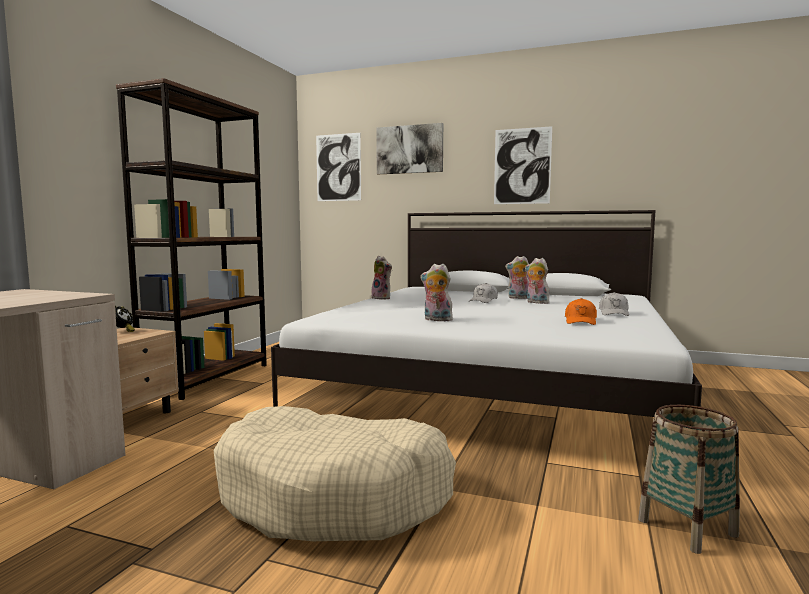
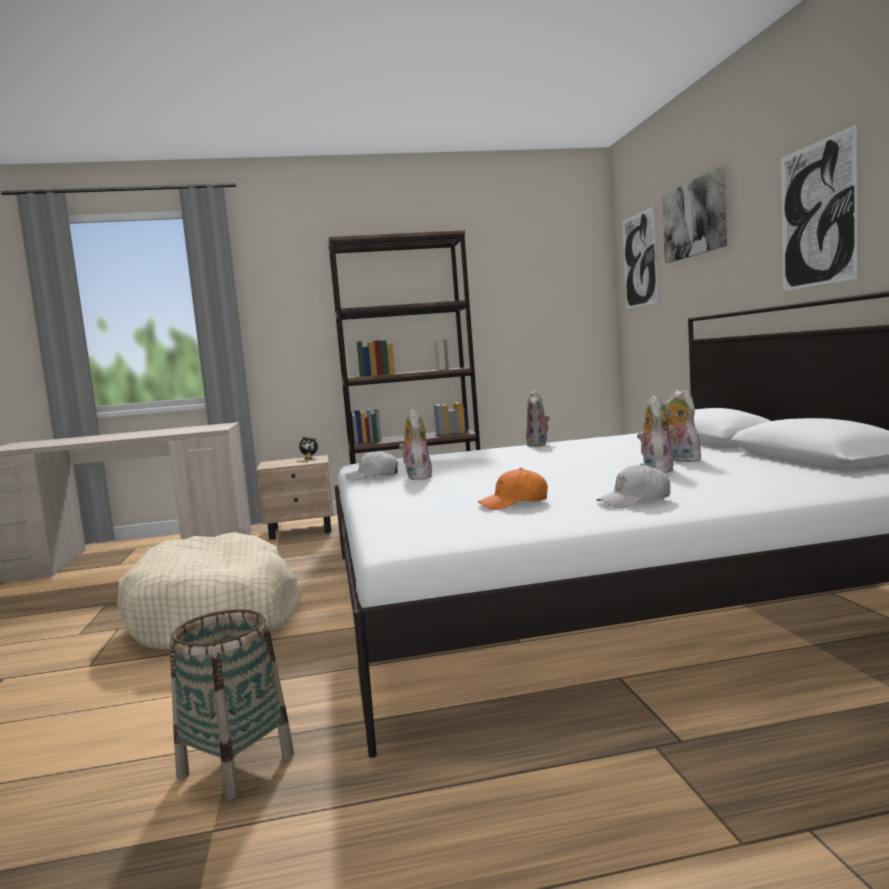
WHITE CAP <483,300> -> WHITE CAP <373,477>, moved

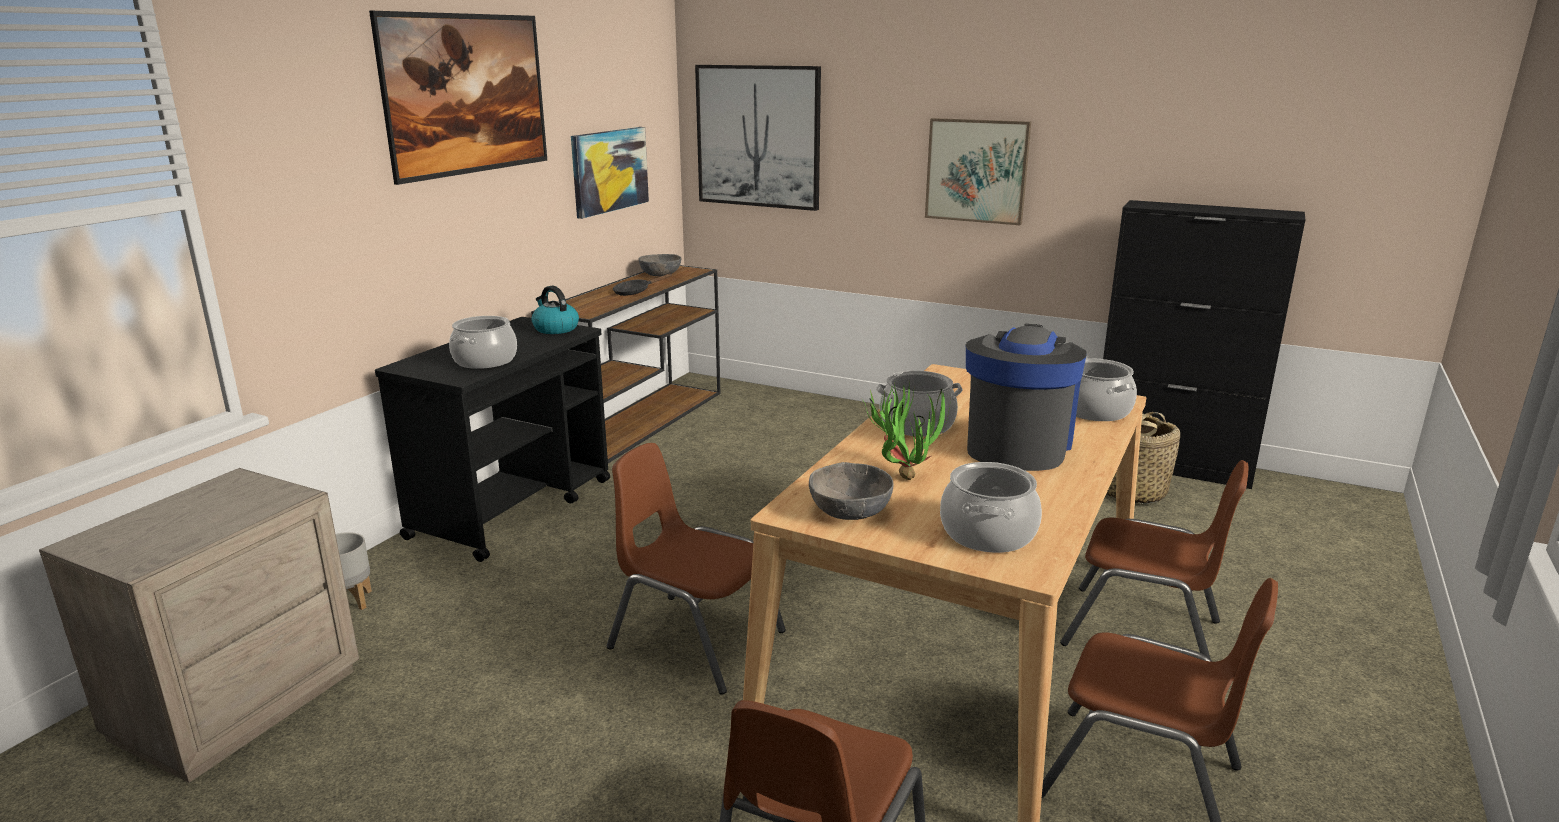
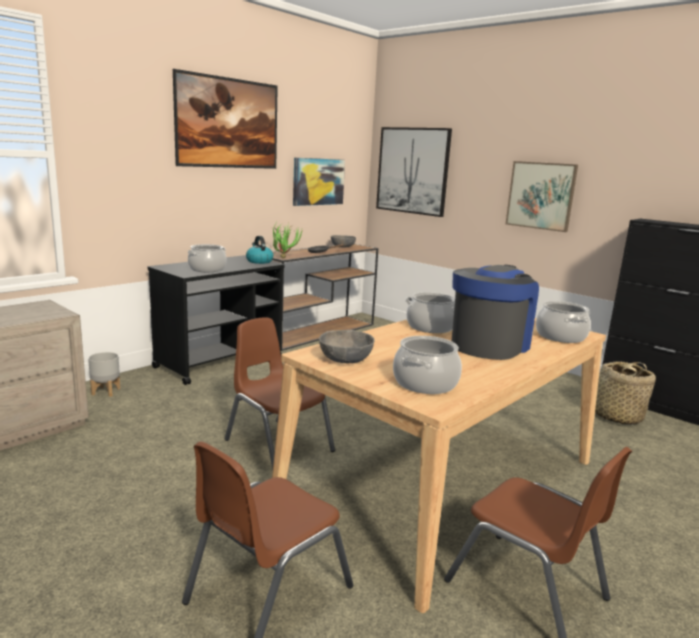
POTTED PLANT <903,473> -> POTTED PLANT <284,257>, moved
BROWN CHAIR <1142,633> -> none

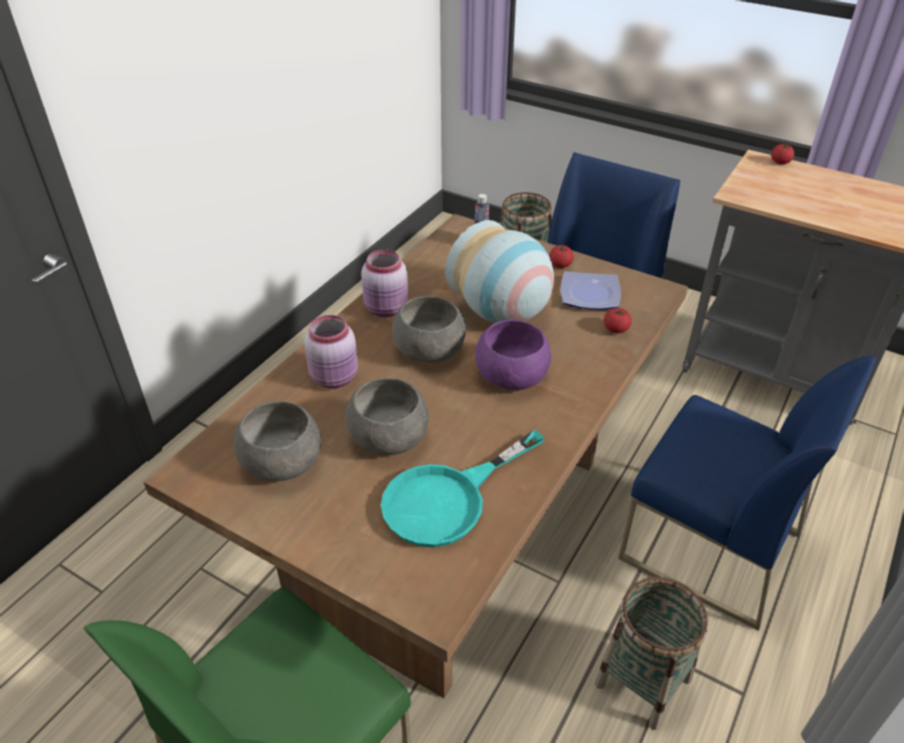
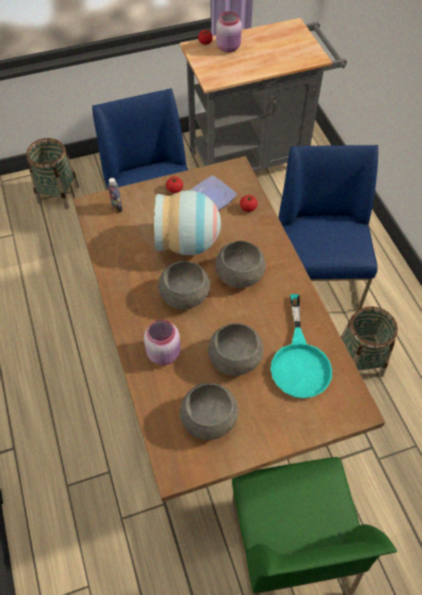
PINK JAR <387,309> -> PINK JAR <229,47>, moved
PURPLE BOWL <512,376> -> GREY BOWL <240,274>
BLUE CHAIR <708,547> -> BLUE CHAIR <317,277>, 75 degrees counterclockwise

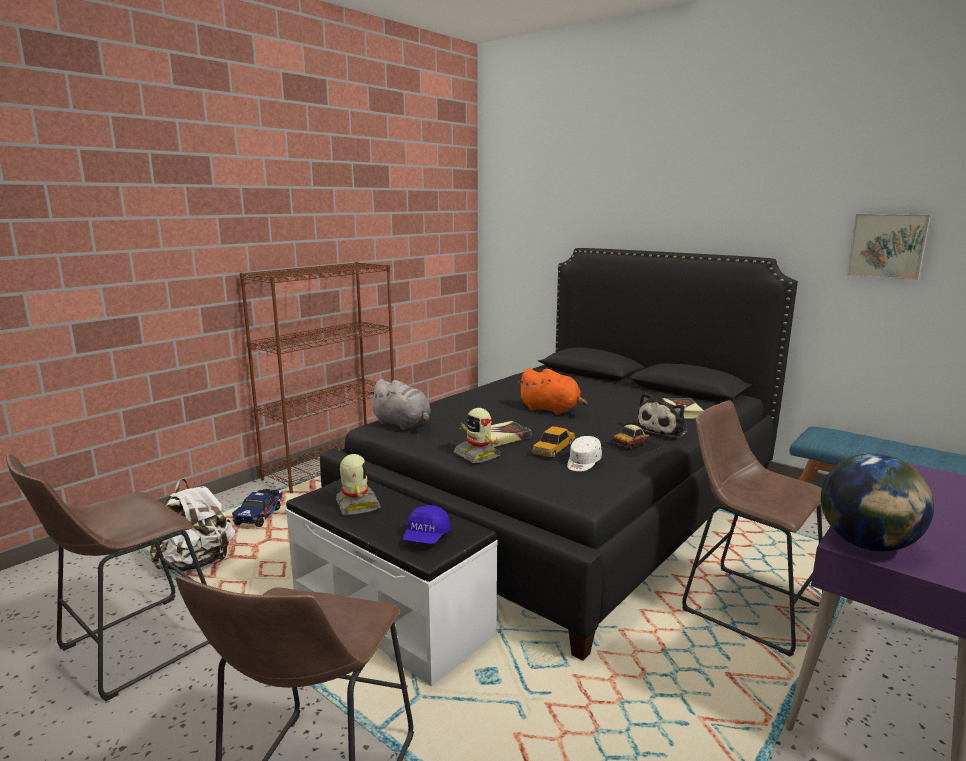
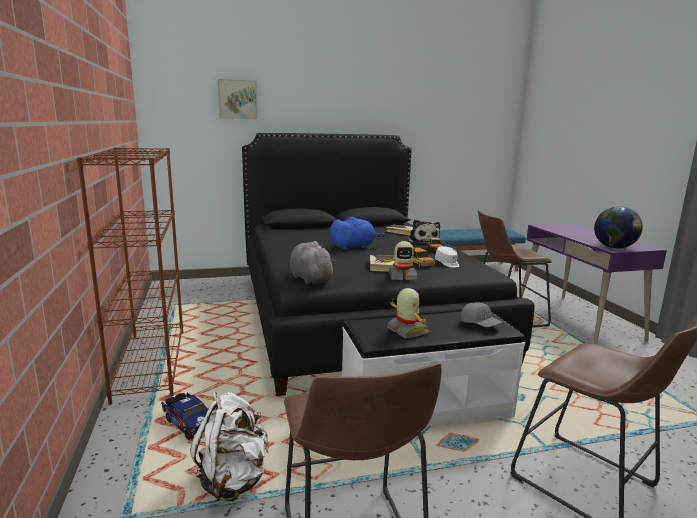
TOY ROBOT <356,505> -> TOY ROBOT <407,331>, 45 degrees clockwise
GREY PLUSH TOY <403,424> -> GREY PLUSH TOY <310,279>, 105 degrees counterclockwise
BLUE CAP <426,537> -> GREY CAP <480,324>
ORANGE PLUSH TOY <552,410> -> BLUE PLUSH TOY <354,247>
PICTURE <887,246> -> PICTURE <237,99>, moved

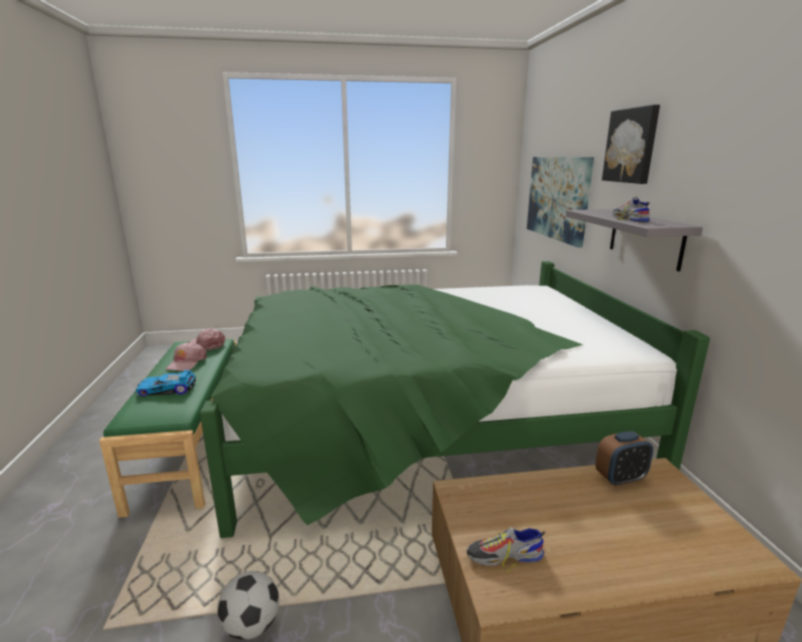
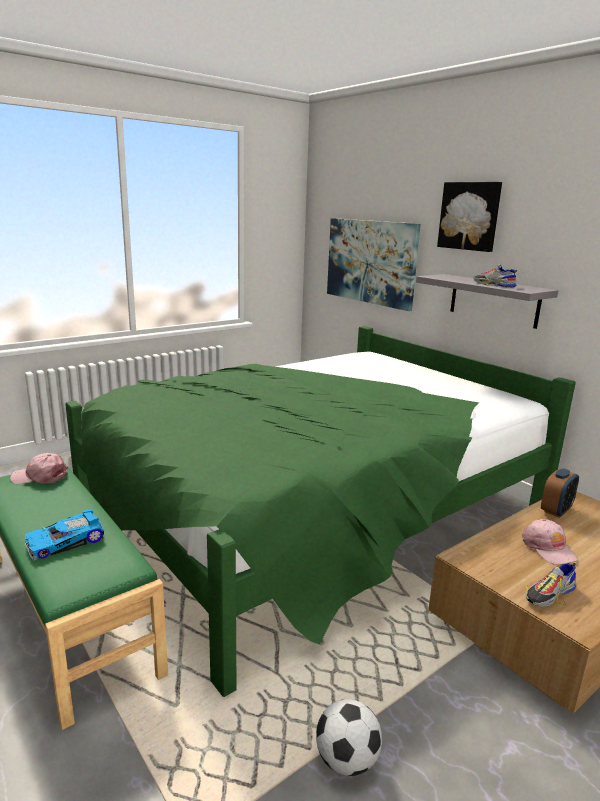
PINK CAP <186,363> -> PINK CAP <548,548>, moved

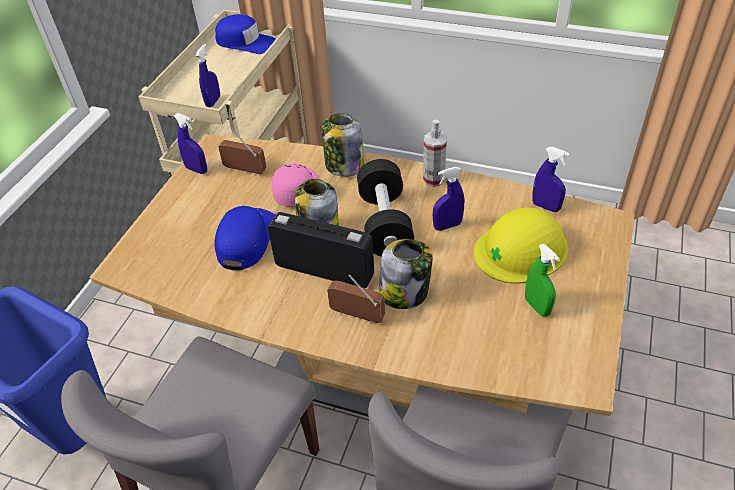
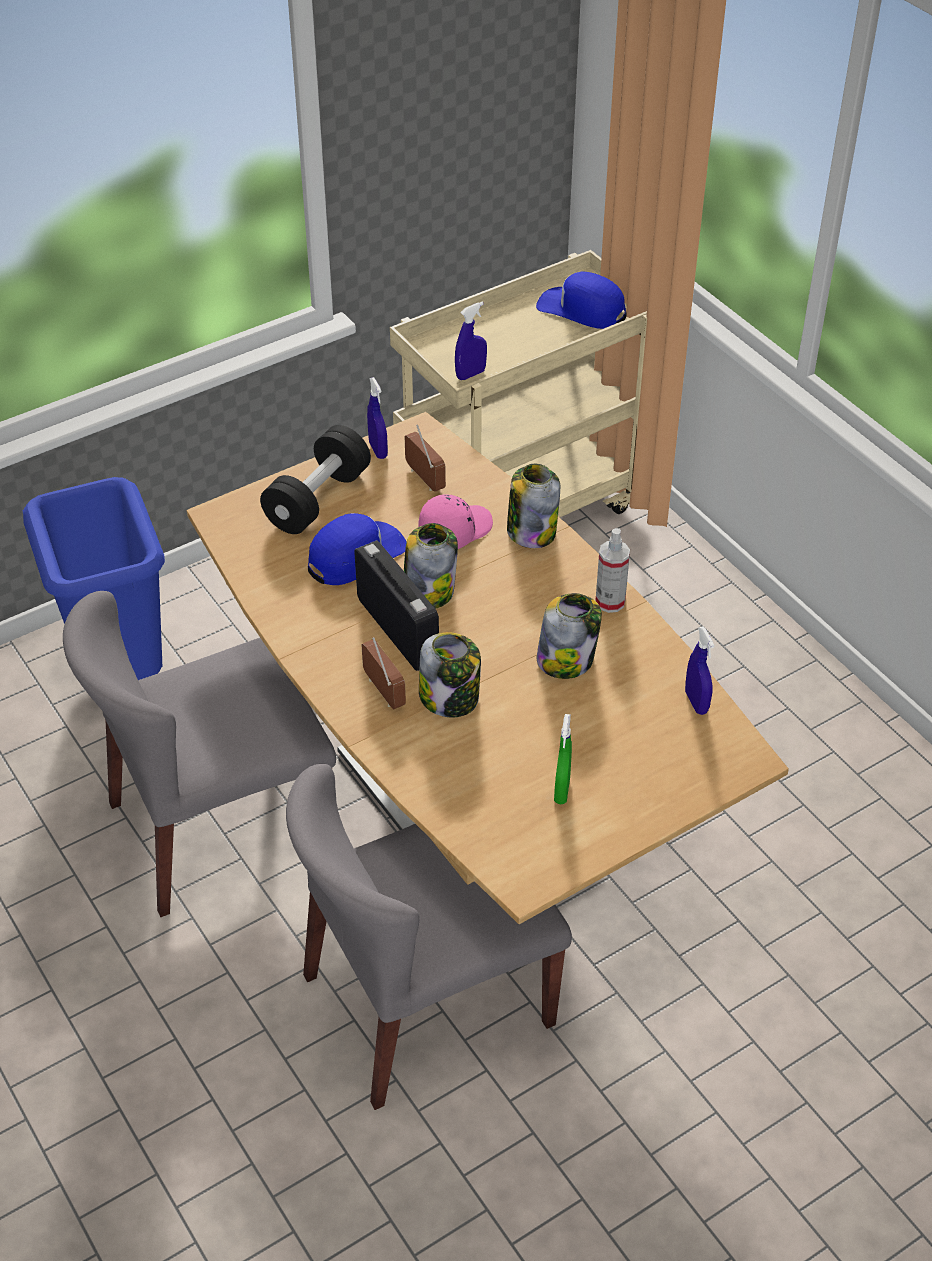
BLUE CAP <245,42> -> BLUE CAP <582,309>, 150 degrees clockwise
BLACK DUMBBELL <385,223> -> BLACK DUMBBELL <317,499>, moved
BLUE SPRAY BOTTLE <447,226> -> JAR <566,659>
YELLOW HARD HAT <521,249> -> none

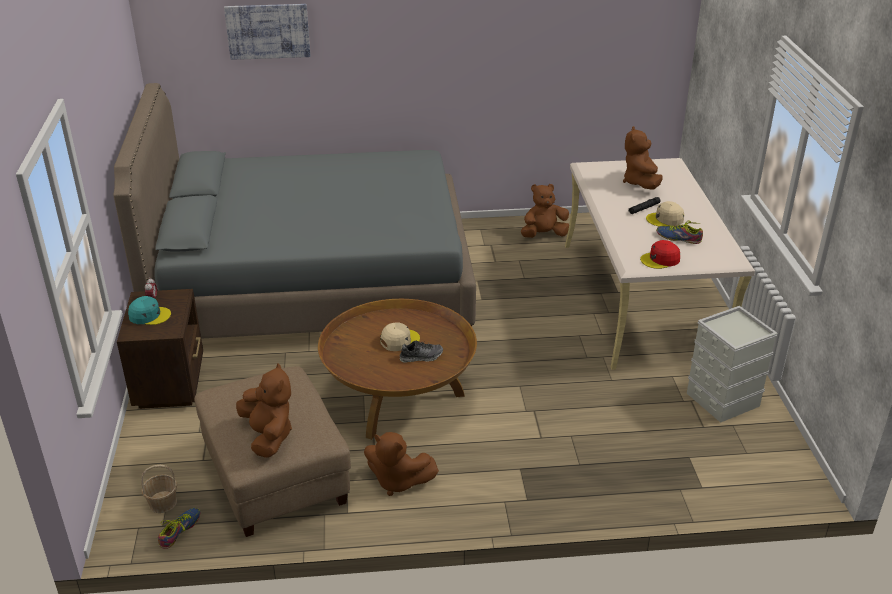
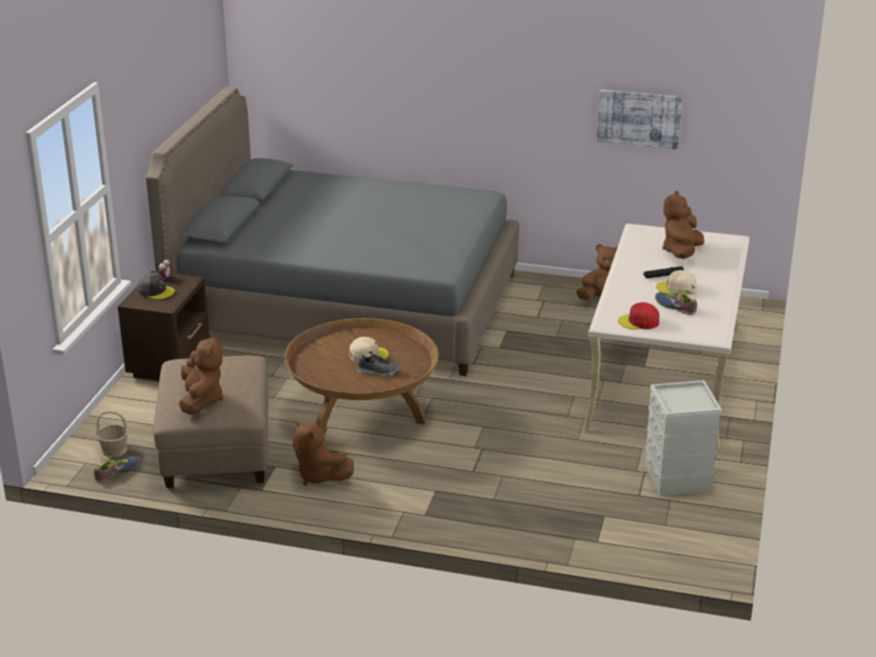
TURQUOISE CAP <149,315> -> GREY CAP <155,291>
PICTURE <268,31> -> PICTURE <639,118>, moved

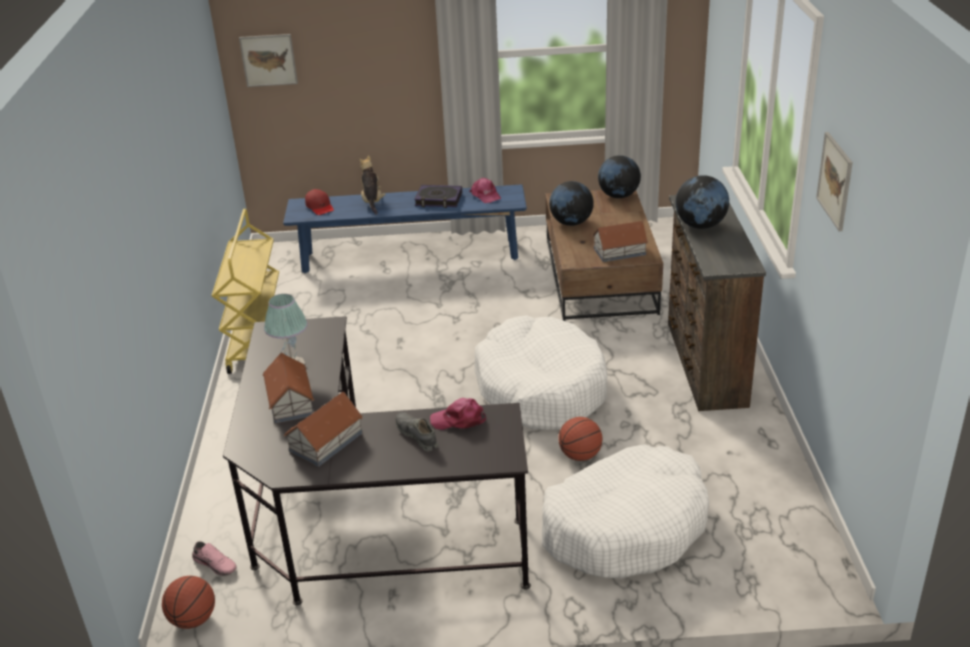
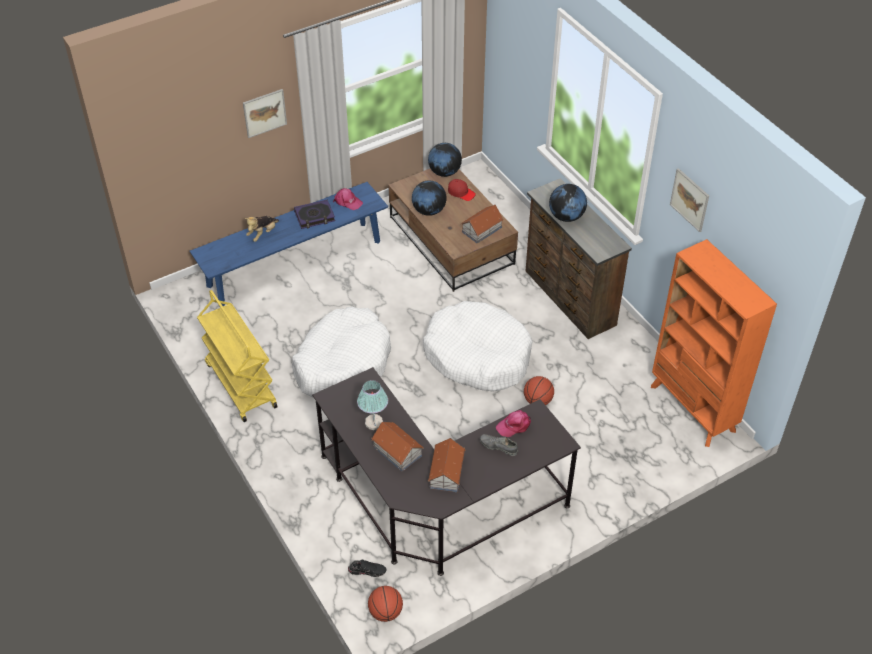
PINK SHOE <216,564> -> BLACK SHOE <367,570>
PICTURE <268,60> -> PICTURE <264,113>, moved
RED CAP <320,207> -> RED CAP <461,193>, moved
PLUSH TOY <372,201> -> PLUSH TOY <263,234>, 105 degrees counterclockwise
WHITE DOG BED <625,527> -> WHITE DOG BED <342,363>, moved
none -> ORANGE BOOKCASE <692,409>

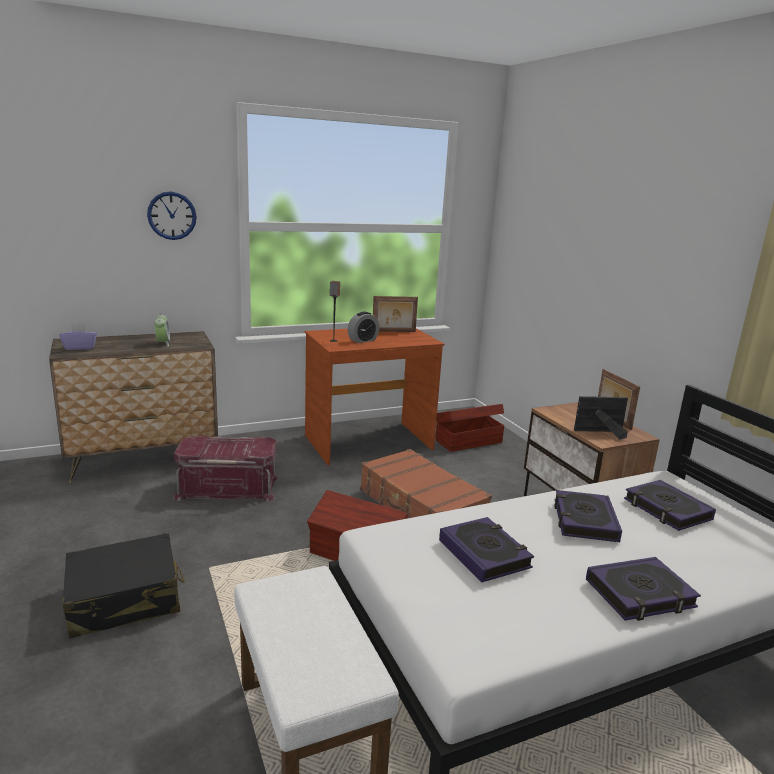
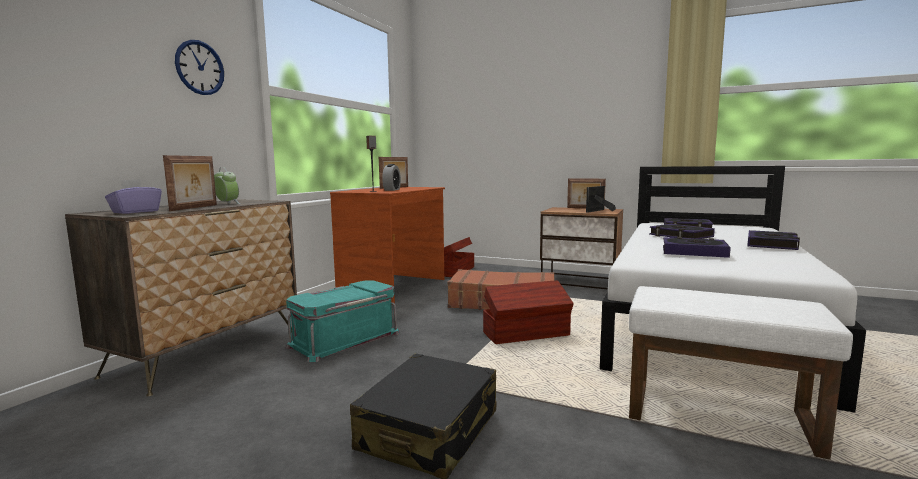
RED STORAGE BOX <228,487> -> TURQUOISE STORAGE BOX <344,339>
none -> PICTURE FRAME <195,207>

